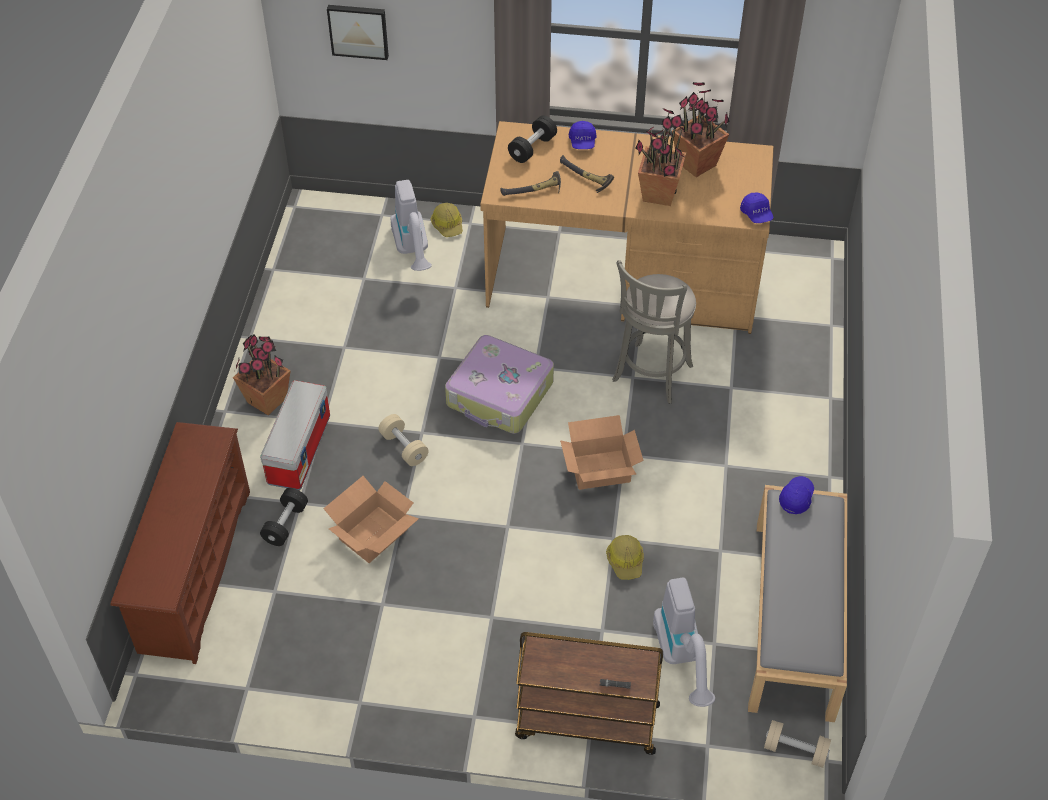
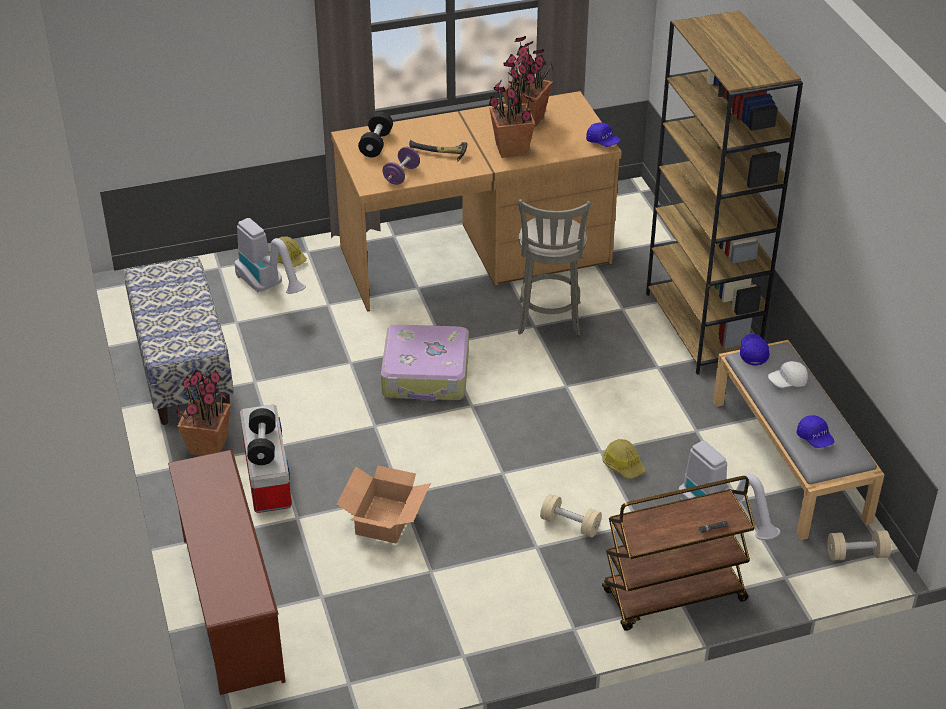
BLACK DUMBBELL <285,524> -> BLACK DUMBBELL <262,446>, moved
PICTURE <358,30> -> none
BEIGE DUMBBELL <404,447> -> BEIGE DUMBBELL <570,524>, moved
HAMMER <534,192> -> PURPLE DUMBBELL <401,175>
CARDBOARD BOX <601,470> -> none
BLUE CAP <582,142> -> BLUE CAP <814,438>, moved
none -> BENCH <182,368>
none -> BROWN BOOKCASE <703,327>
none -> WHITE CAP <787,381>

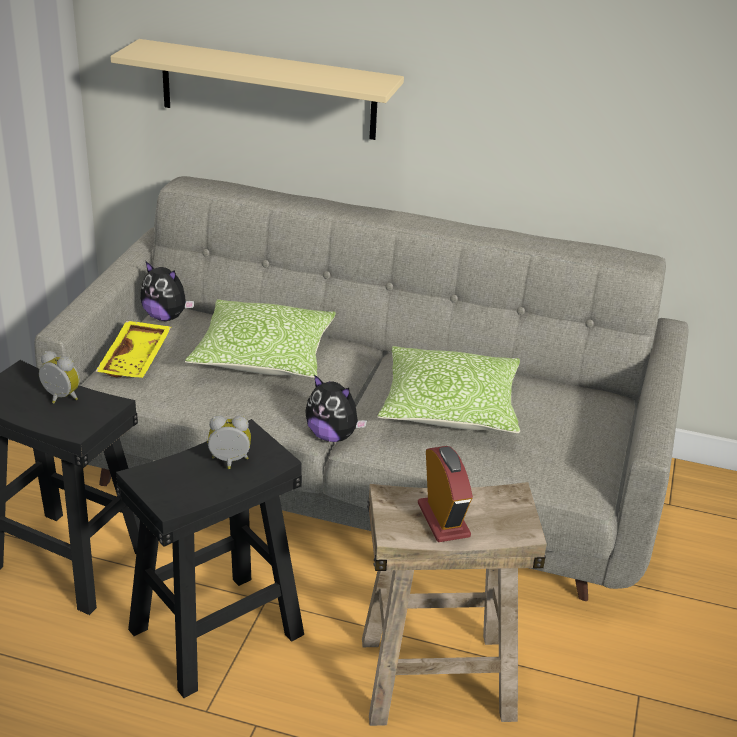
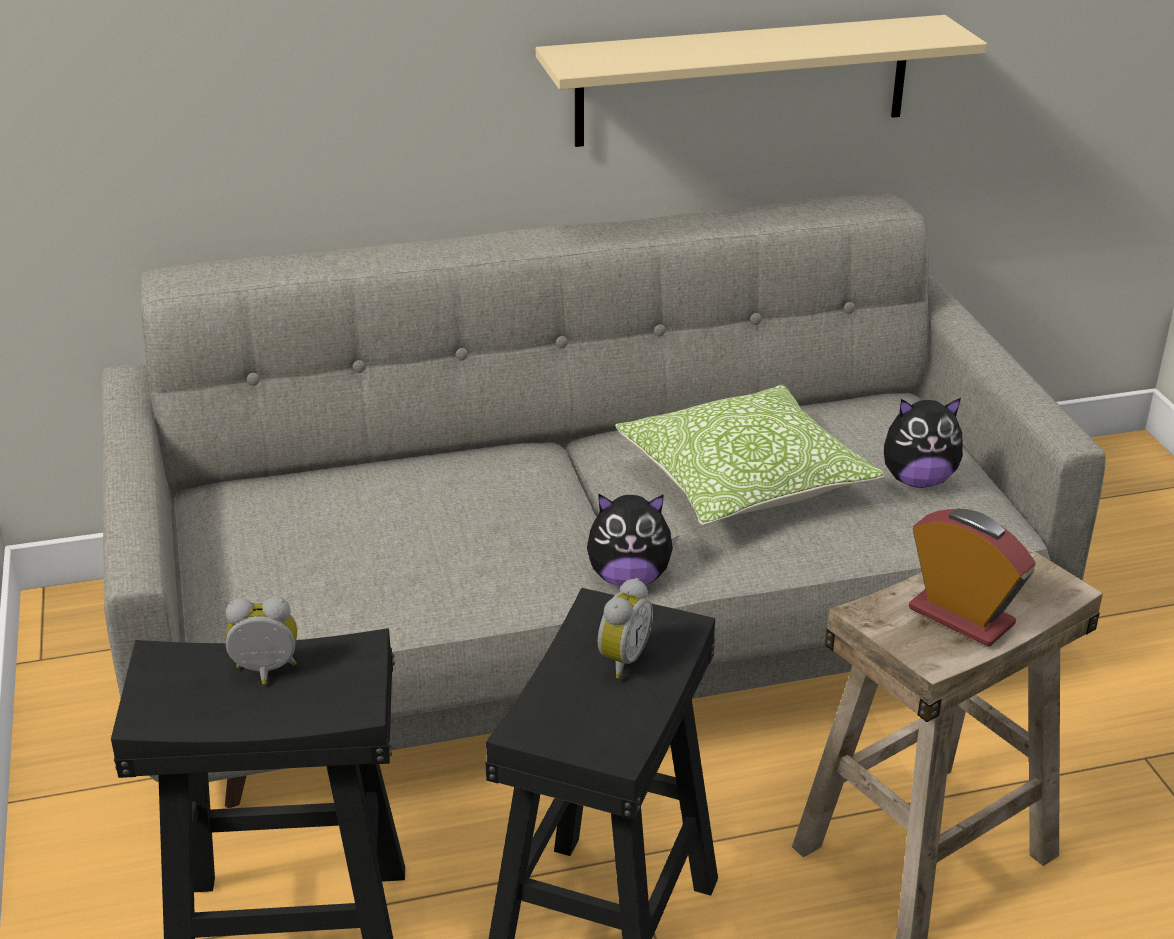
YELLOW TRAY <137,359> -> none
BEIGE SHELF <268,90> -> BEIGE SHELF <743,81>, moved
PLUSH TOY <166,317> -> PLUSH TOY <917,480>, moved
PILLOW <264,356> -> none
ALARM CLOCK <229,462> -> ALARM CLOCK <620,659>, 150 degrees clockwise

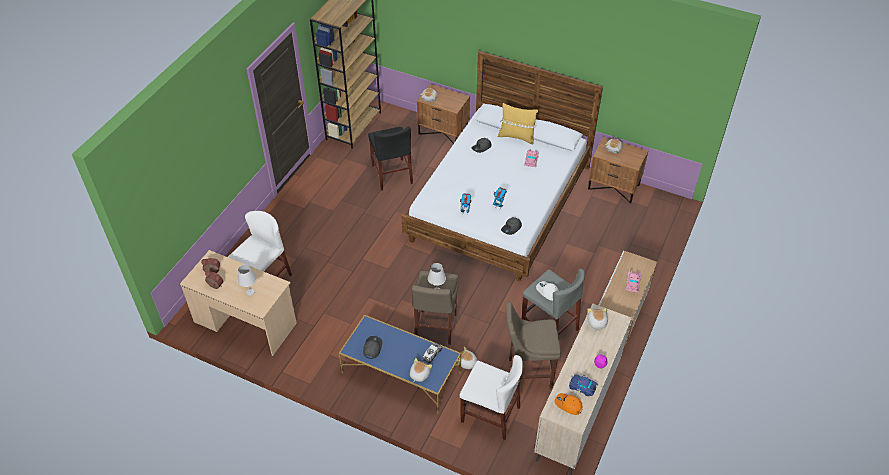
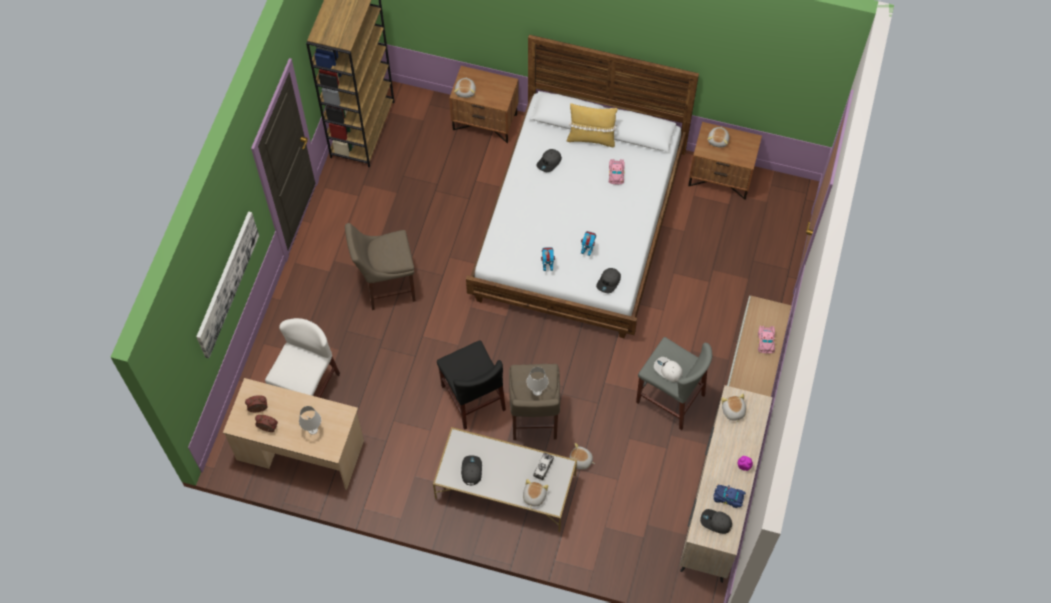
BLUE COFFEE TABLE <400,373> -> WHITE COFFEE TABLE <505,486>
BLACK CHAIR <392,174> -> BLACK CHAIR <473,397>, moved
WHITE CHAIR <490,414> -> none
BEIGE STOOL <527,373> -> BEIGE STOOL <386,287>, moved
ORANGE CAP <568,405> -> GREY CAP <715,522>
none -> PICTURE <226,284>

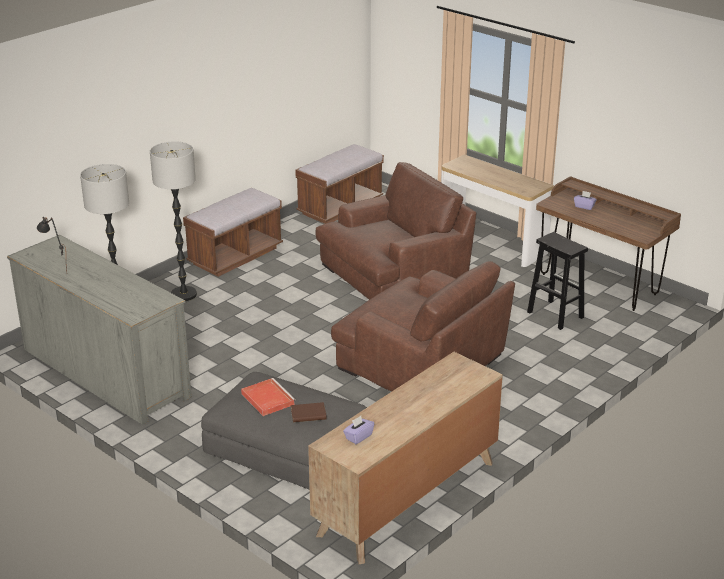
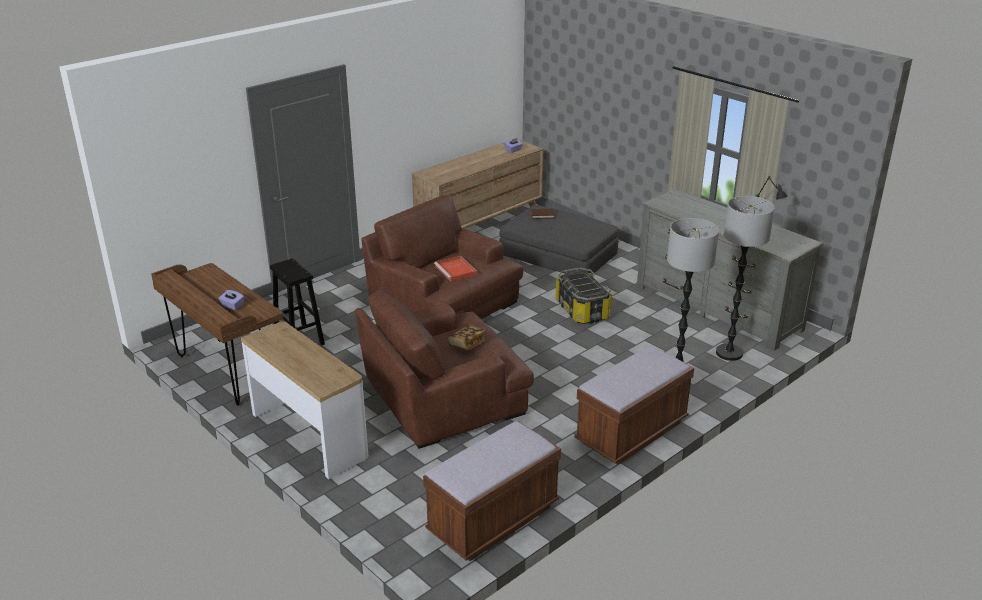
RED TRAY <267,398> -> RED TRAY <456,270>, moved
none -> BOOK <467,344>
none -> STORAGE BOX <582,310>

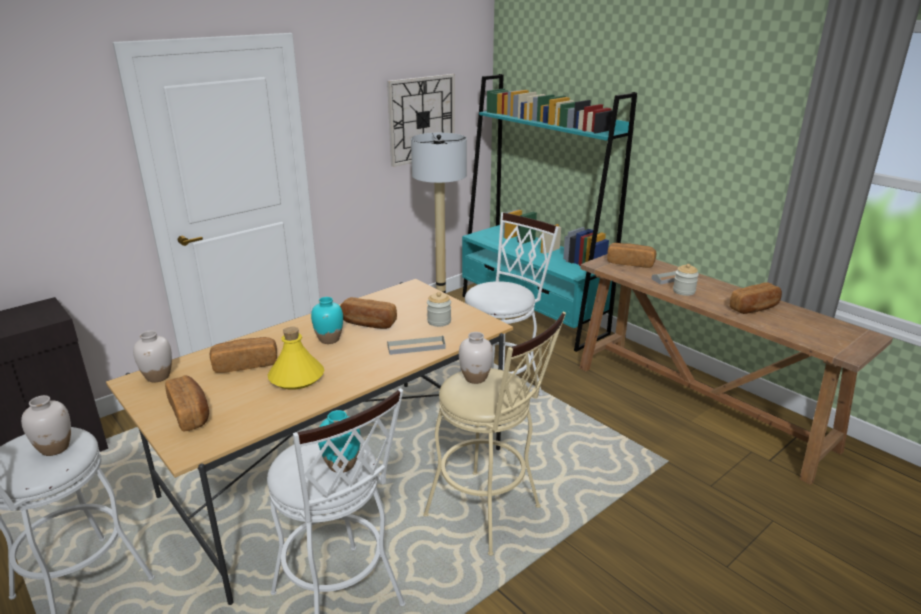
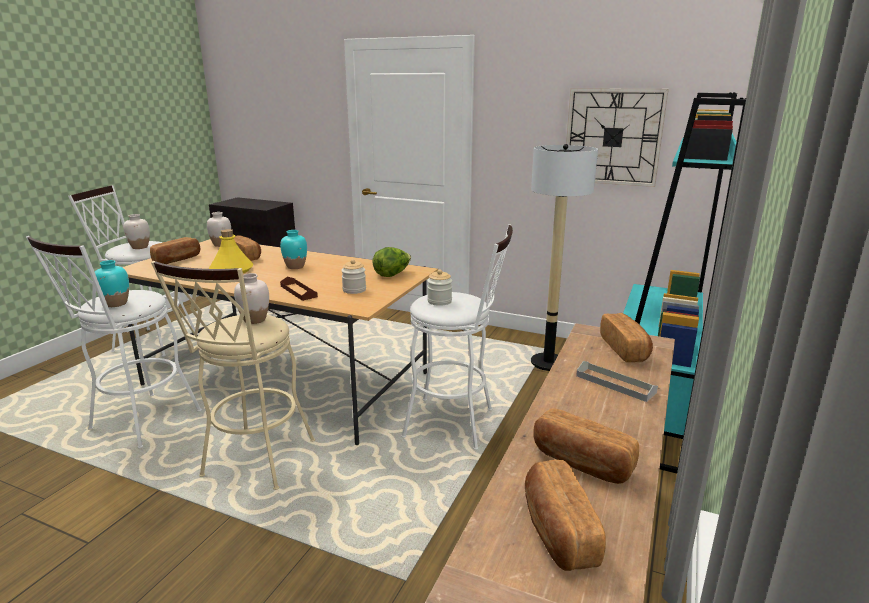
BREAD <368,323> -> BREAD <557,530>, moved
GREY TRAY <416,347> -> BROWN TRAY <298,291>
JAR <684,291> -> JAR <439,301>, moved
none -> LETTUCE <392,274>

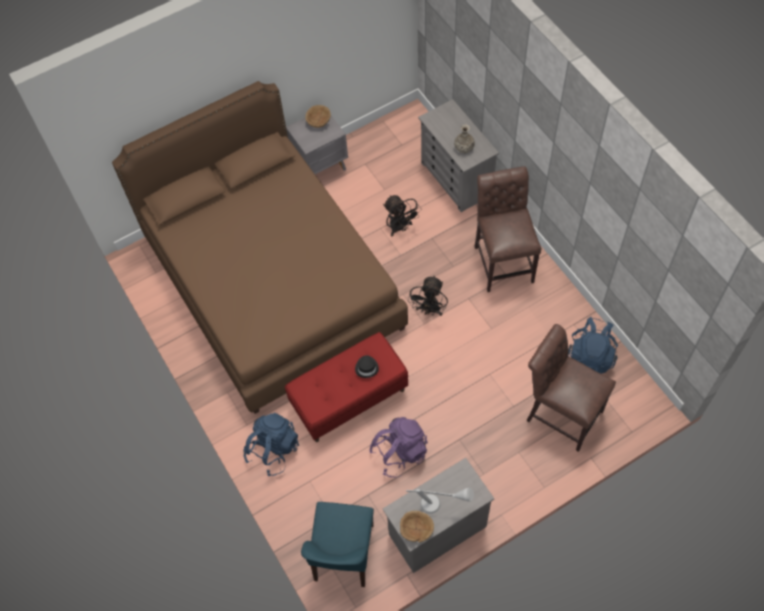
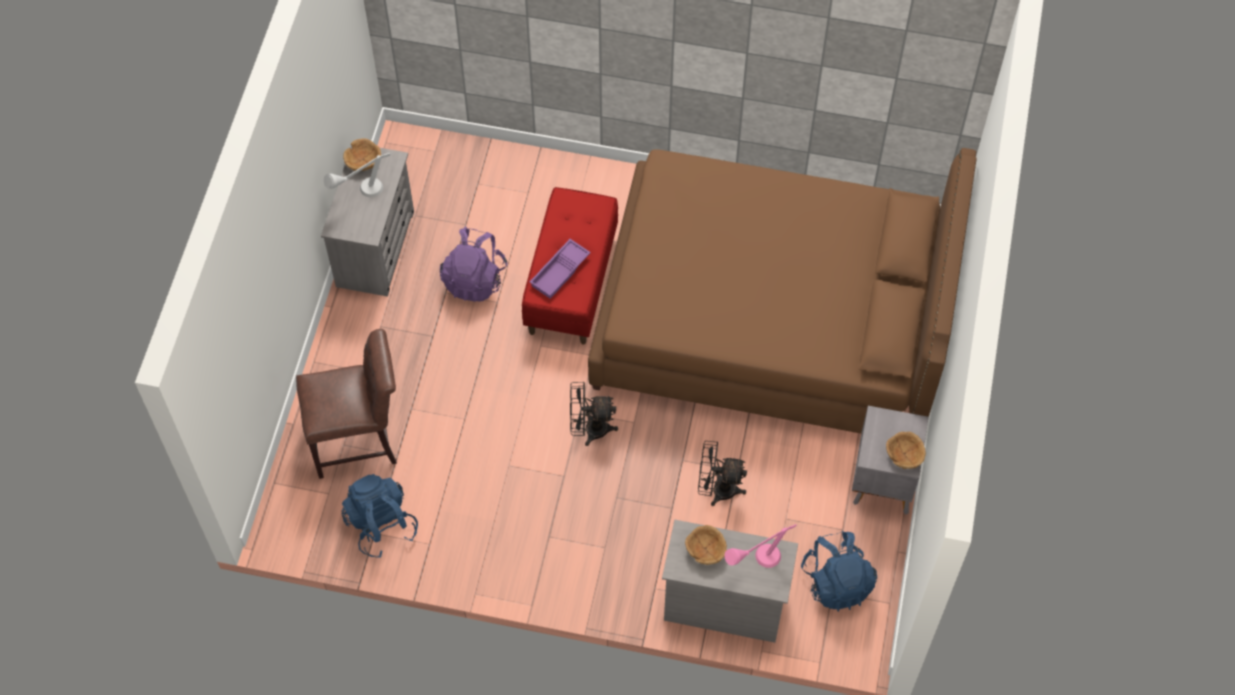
BLUE BACKPACK <273,450> -> BLUE BACKPACK <837,581>, moved
BLUE CHAIR <343,554> -> none
BLACK HAT <367,367> -> PURPLE TRAY <560,272>
BLACK FAN <429,310> -> BLACK FAN <589,429>, 60 degrees counterclockwise
VASE <464,147> -> BROWN BOWL <705,549>
BROWN CHAIR <503,260> -> none
none -> PINK TABLE LAMP <756,562>

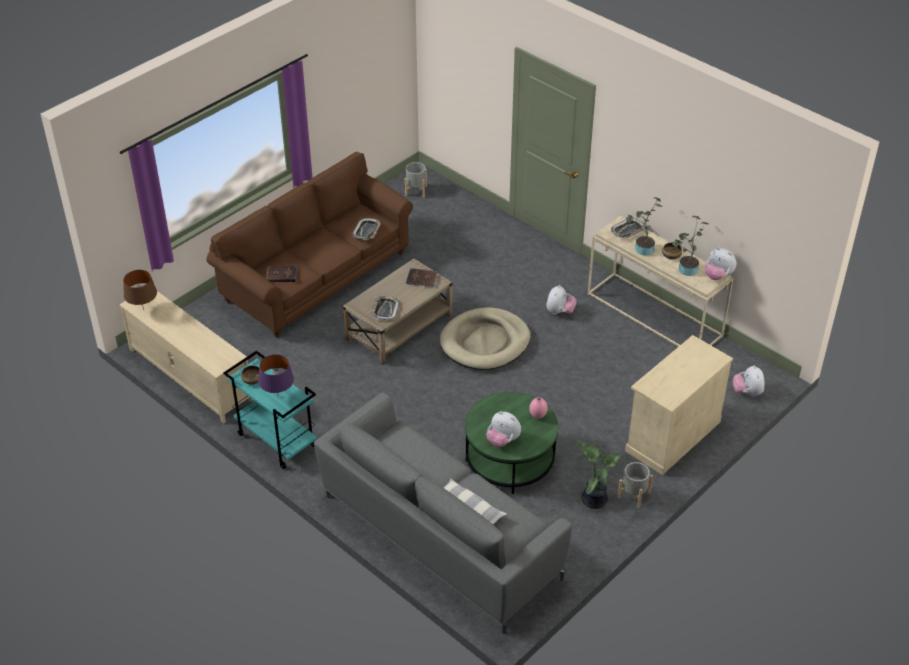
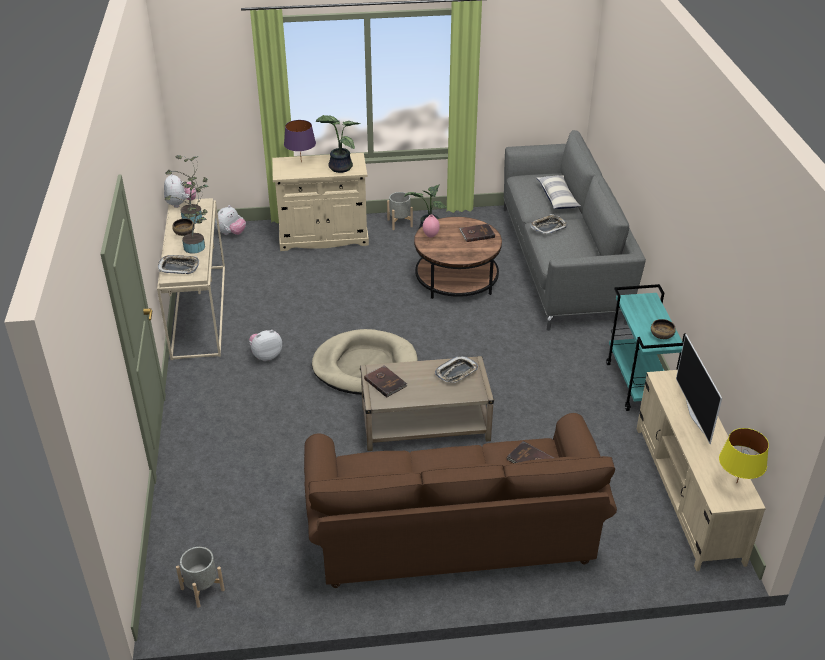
BROWN TABLE LAMP <143,310> -> YELLOW TABLE LAMP <736,483>
PURPLE TABLE LAMP <278,396> -> PURPLE TABLE LAMP <301,162>, moved
TRAY <367,231> -> TRAY <548,227>, moved
GREEN COFFEE TABLE <510,459> -> BROWN COFFEE TABLE <456,279>
PLUSH TOY <503,440> -> BROWN BOOK <476,234>
none -> POTTED PLANT <339,167>
none -> TELEVISION <695,416>

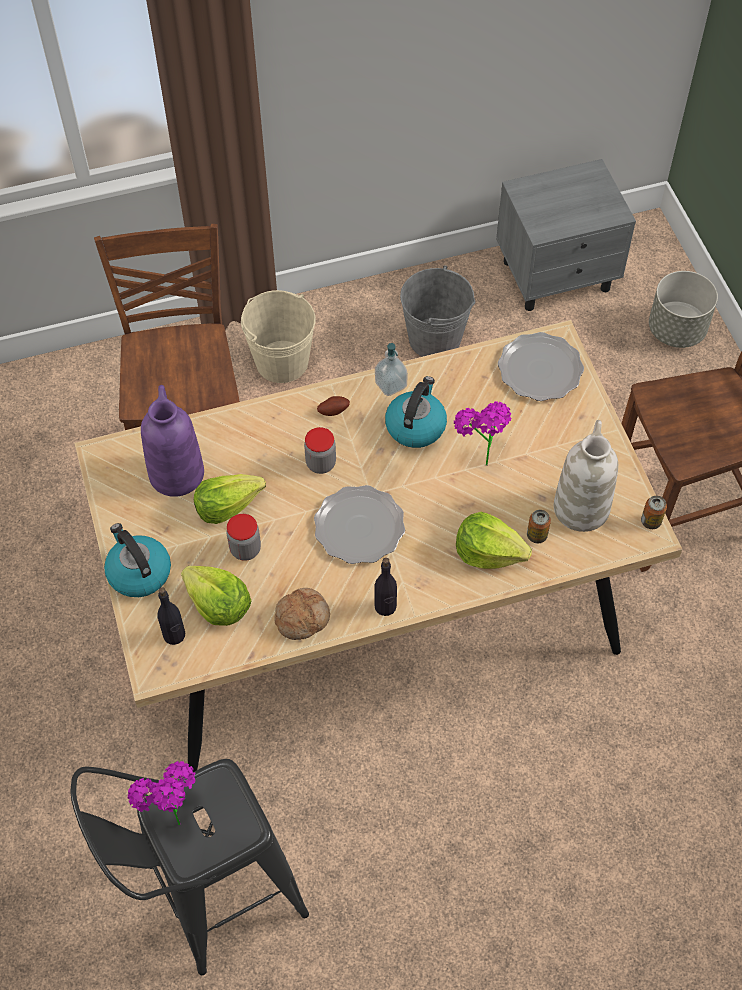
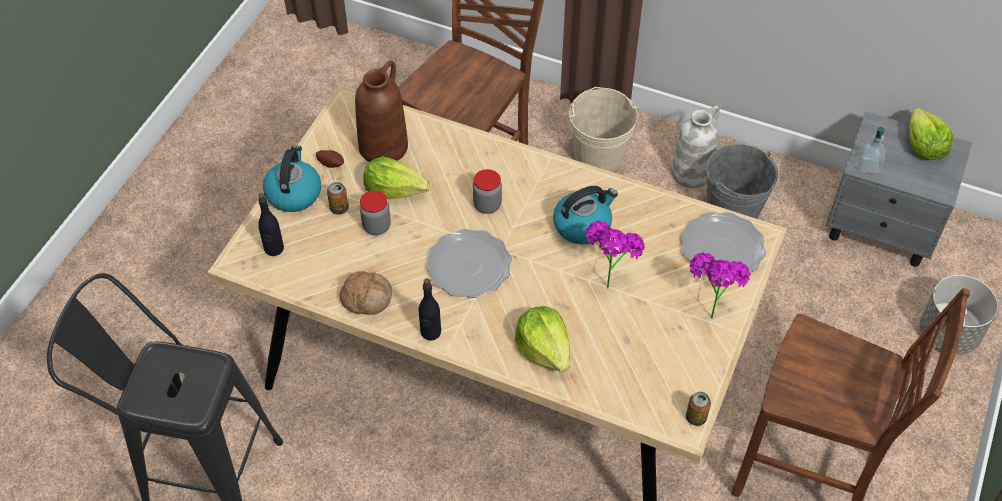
POTTED PLANT <171,815> -> POTTED PLANT <710,308>, moved
PURPLE VASE <176,473> -> BROWN VASE <383,146>
LETTUCE <218,605> -> LETTUCE <923,146>, moved
POTATO <333,410> -> POTATO <331,163>, moved
SOAP DISPENSER <390,385> -> SOAP DISPENSER <868,166>, moved
CAN <537,535> -> CAN <339,208>, moved
WHITE VASE <580,507> -> WHITE VASE <691,172>, moved

